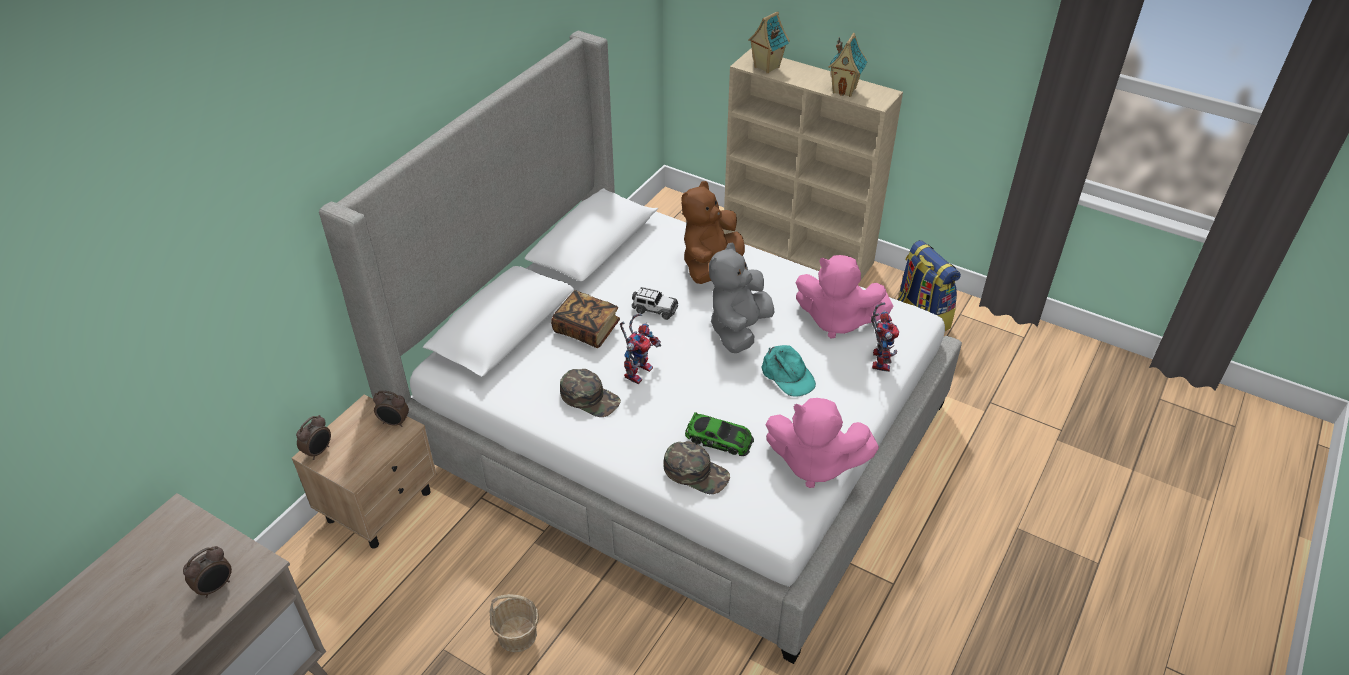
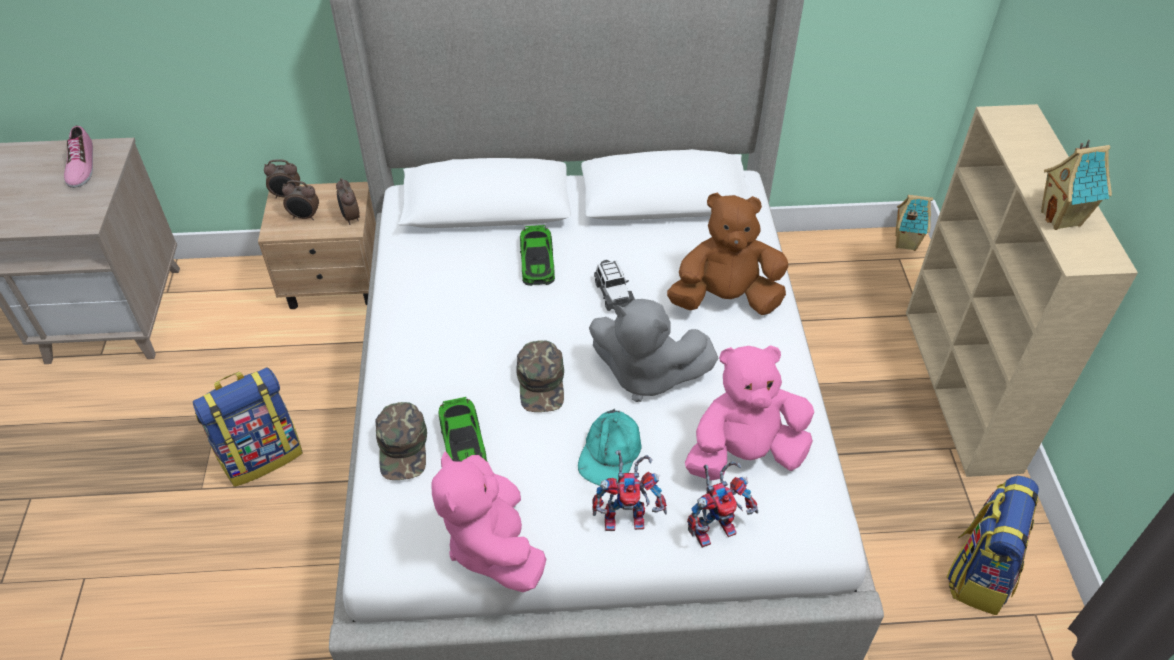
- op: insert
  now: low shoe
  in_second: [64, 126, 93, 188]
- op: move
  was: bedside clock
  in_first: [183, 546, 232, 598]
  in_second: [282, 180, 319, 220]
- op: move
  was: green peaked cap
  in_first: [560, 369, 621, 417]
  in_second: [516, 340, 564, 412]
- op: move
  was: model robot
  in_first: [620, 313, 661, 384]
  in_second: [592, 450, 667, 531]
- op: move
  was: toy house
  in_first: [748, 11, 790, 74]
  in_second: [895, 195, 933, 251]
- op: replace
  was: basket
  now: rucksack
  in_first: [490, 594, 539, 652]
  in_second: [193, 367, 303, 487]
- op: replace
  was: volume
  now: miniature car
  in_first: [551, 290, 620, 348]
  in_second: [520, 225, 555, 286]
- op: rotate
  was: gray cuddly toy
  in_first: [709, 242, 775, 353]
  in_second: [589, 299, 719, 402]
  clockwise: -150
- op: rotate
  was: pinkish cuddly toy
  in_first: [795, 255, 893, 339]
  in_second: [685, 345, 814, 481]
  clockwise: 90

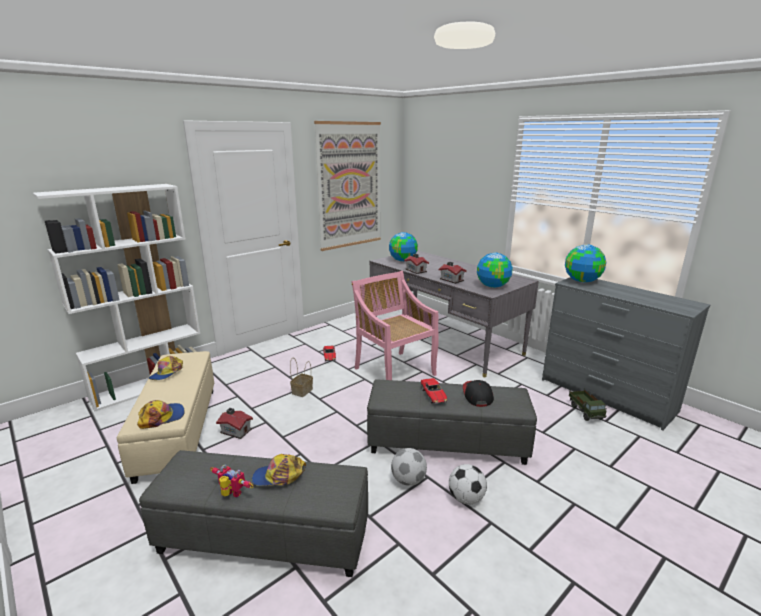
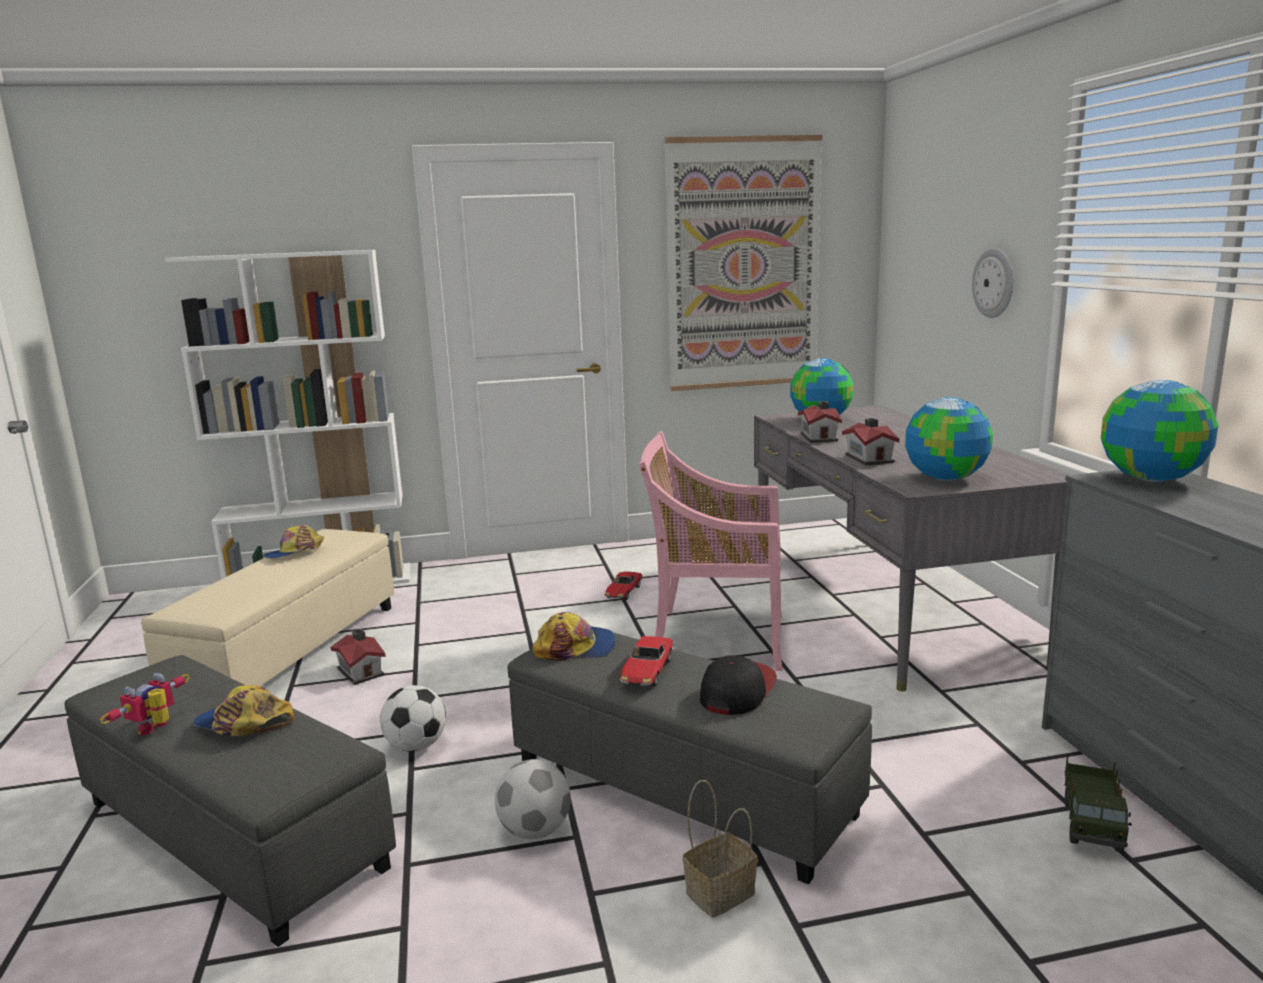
- op: insert
  now: hanging clock
  in_second: [972, 248, 1013, 318]
- op: move
  was: peaked cap
  in_first: [137, 400, 185, 429]
  in_second: [532, 612, 616, 661]
- op: move
  was: basket
  in_first: [290, 358, 313, 397]
  in_second: [683, 780, 758, 918]
- op: move
  was: football
  in_first: [449, 464, 487, 504]
  in_second: [380, 685, 446, 752]
- op: rotate
  was: model robot
  in_first: [210, 464, 253, 497]
  in_second: [100, 673, 190, 735]
  clockwise: -120
- op: rotate
  was: pinkish upright chair
  in_first: [351, 271, 439, 380]
  in_second: [639, 431, 782, 671]
  clockwise: -75

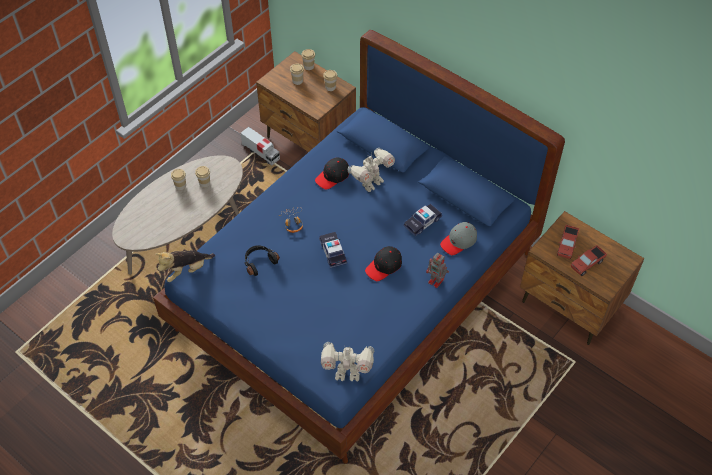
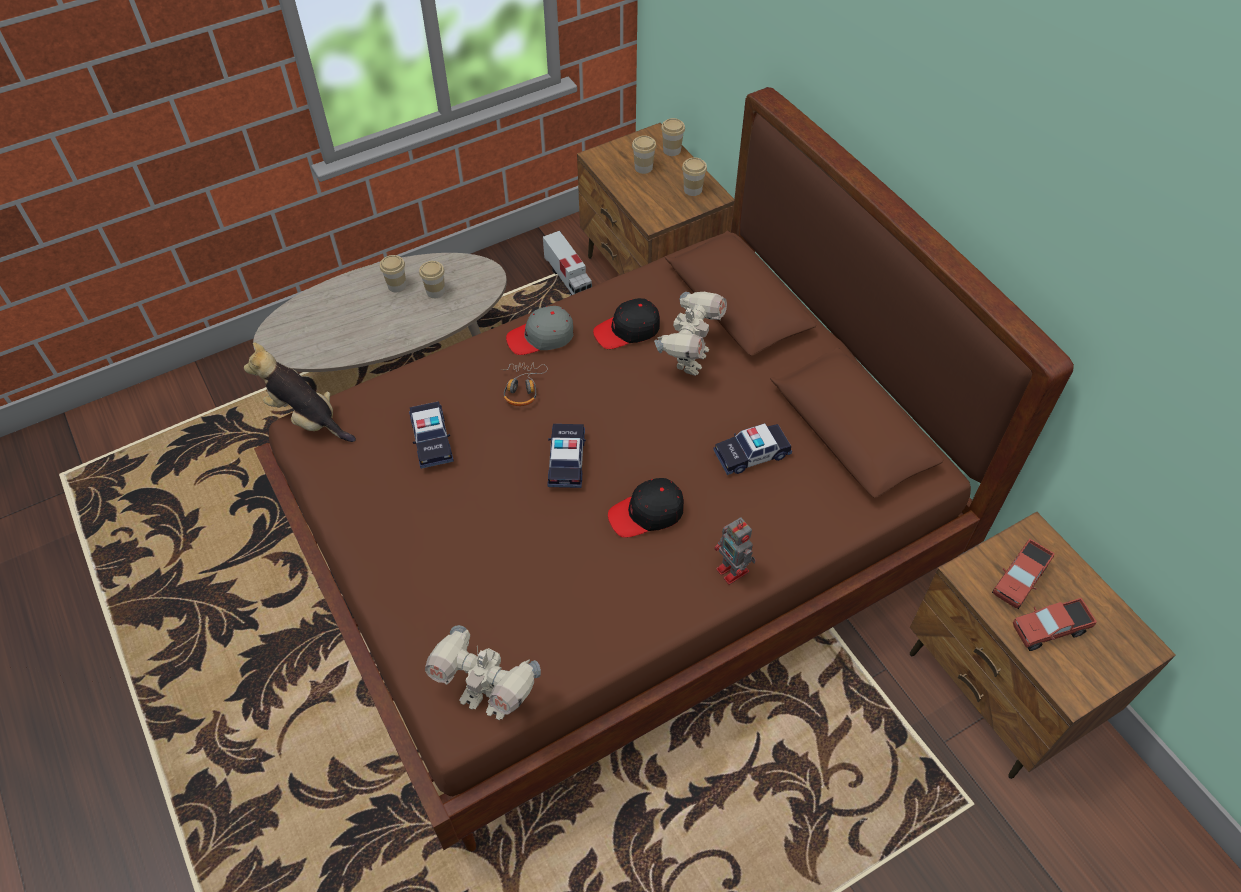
- op: move
  was: gray peaked cap
  in_first: [440, 222, 477, 255]
  in_second: [506, 306, 573, 355]
- op: replace
  was: blackish headphones
  now: miniature car
  in_first: [245, 245, 280, 276]
  in_second: [409, 401, 454, 469]
- op: recolor
  was: blue sleeping bed
  now: brownish sleeping bed
  in_first: [153, 30, 565, 464]
  in_second: [254, 87, 1074, 852]
- op: rotate
  was: cuddly toy
  in_first: [156, 250, 215, 282]
  in_second: [244, 342, 356, 442]
  clockwise: 45
- op: rotate
  was: model robot
  in_first: [348, 148, 395, 192]
  in_second: [654, 292, 727, 376]
  clockwise: -45

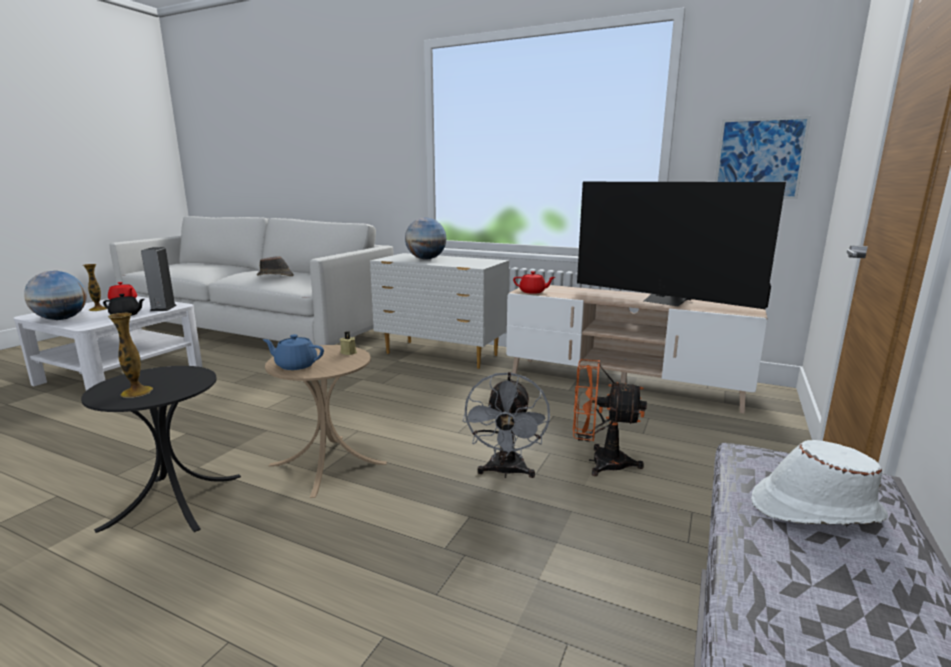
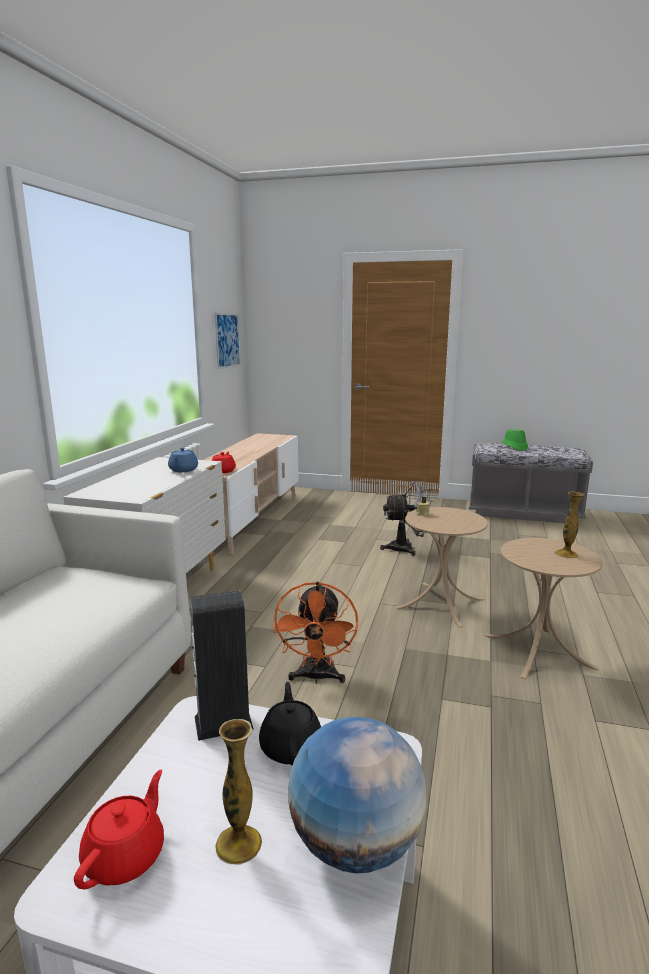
- op: delete
  was: brownish wearable hat
  in_first: [257, 256, 294, 276]
- op: delete
  was: globe
  in_first: [405, 217, 447, 259]
- op: delete
  was: TV set
  in_first: [577, 182, 786, 309]
- op: move
  was: blue tea pot
  in_first: [263, 334, 324, 370]
  in_second: [168, 447, 198, 472]
- op: move
  was: orange-coloured fan
  in_first: [573, 359, 647, 476]
  in_second: [272, 581, 358, 684]
- op: recolor
  was: blackish end table
  now: sand-coloured end table
  in_first: [81, 366, 241, 533]
  in_second: [485, 538, 602, 679]
- op: recolor
  was: whitish wearable hat
  now: green wearable hat
  in_first: [751, 440, 888, 525]
  in_second: [502, 429, 528, 451]

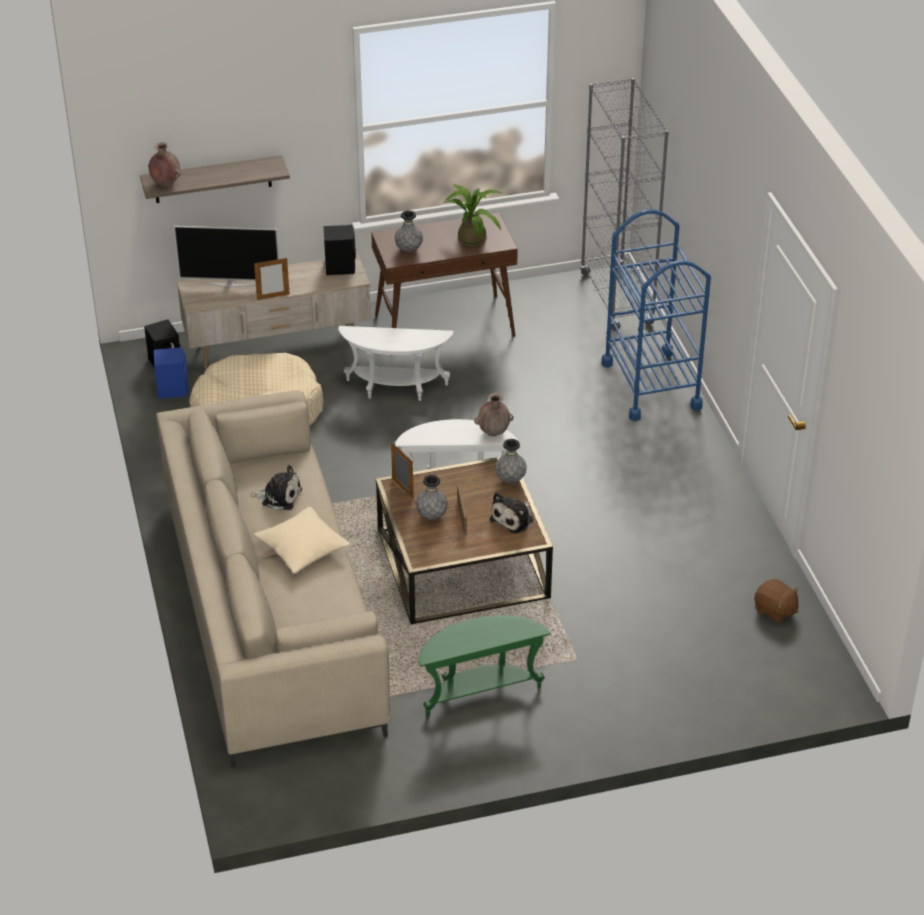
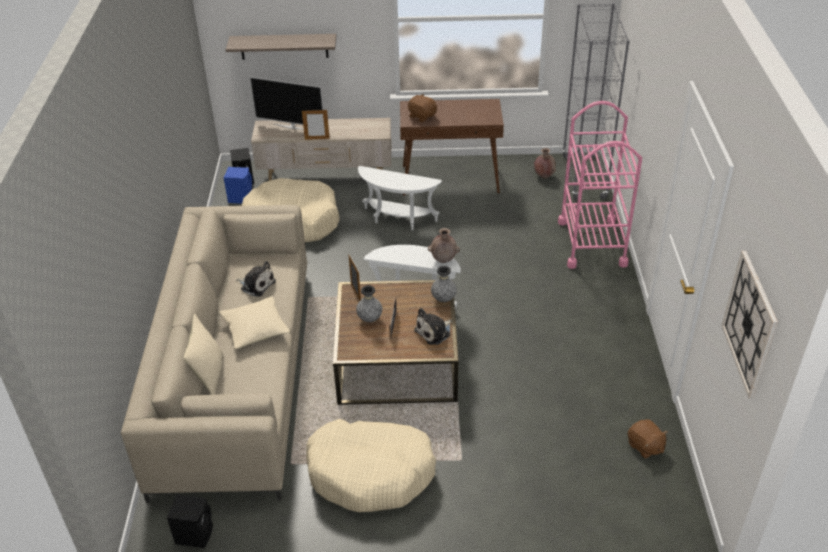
- op: delete
  was: houseplant
  in_first: [443, 184, 502, 247]
- op: insert
  now: sand-coloured cushion
  in_second: [184, 314, 223, 395]
- op: insert
  now: hanging clock
  in_second: [722, 251, 778, 398]
- op: move
  was: brownish flower vase
  in_first: [148, 142, 181, 187]
  in_second: [534, 148, 556, 178]
- op: move
  was: blackish speaker
  in_first: [324, 225, 356, 275]
  in_second: [167, 495, 213, 548]
- op: replace
  was: gray flower vase
  now: brownish cuddly toy
  in_first: [395, 210, 423, 252]
  in_second: [408, 94, 437, 122]
- op: replace
  was: green end table
  now: sand-coloured dog bed
  in_first: [418, 615, 551, 716]
  in_second: [306, 419, 436, 512]
- op: recolor
  was: blue trolley
  now: pinkish trolley
  in_first: [602, 209, 711, 421]
  in_second: [558, 101, 642, 269]

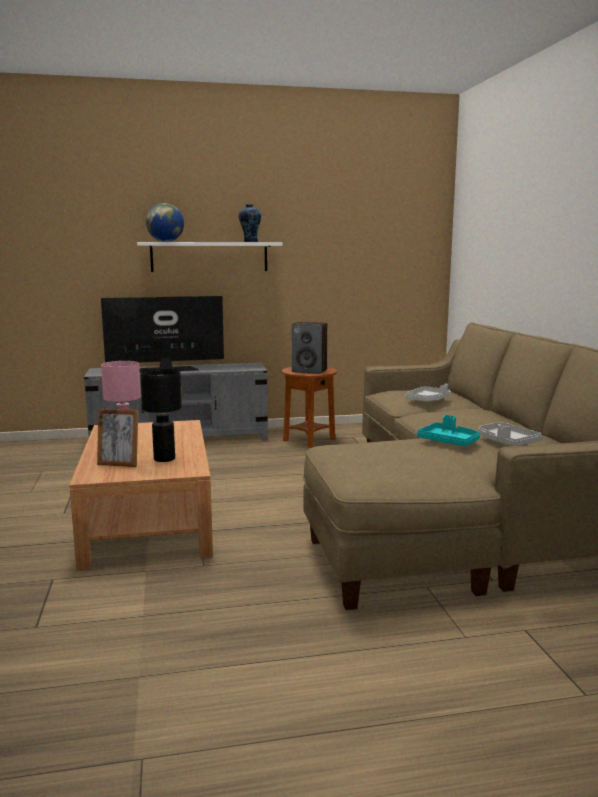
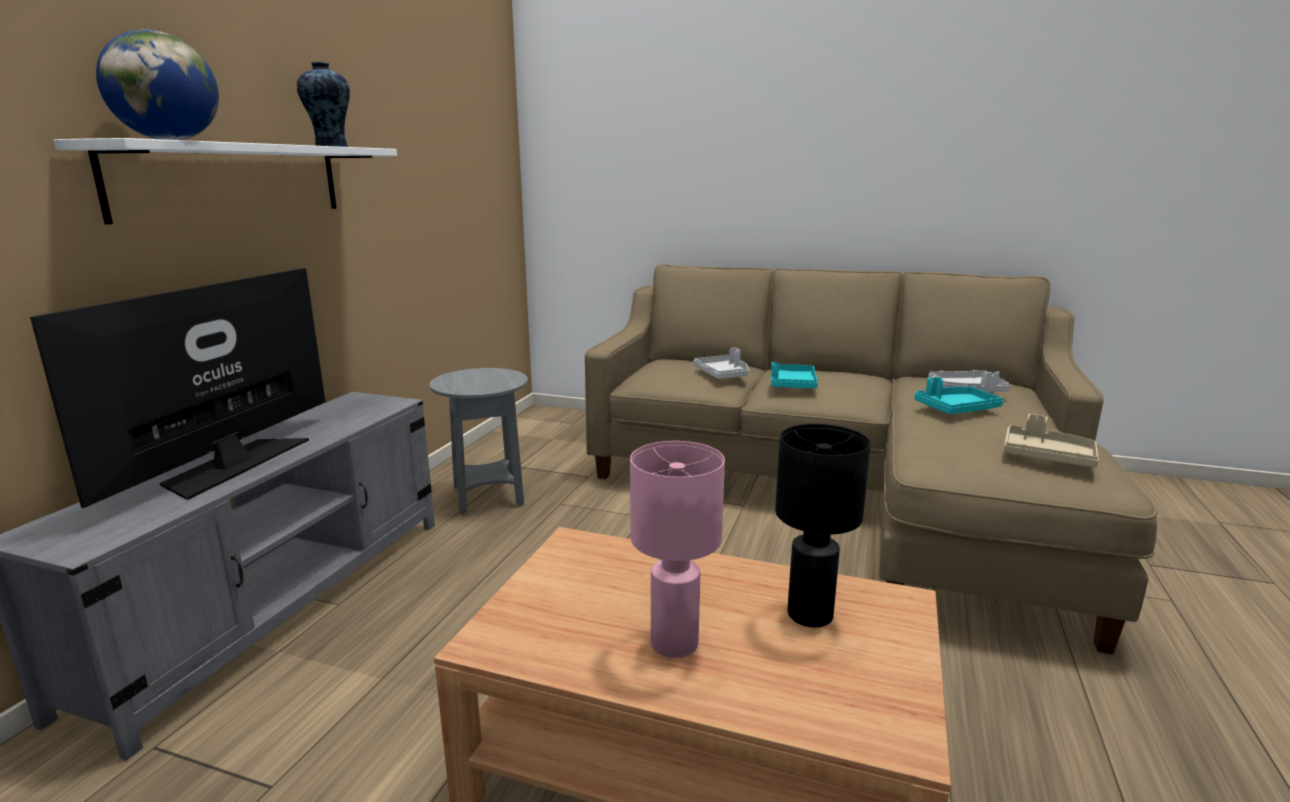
- op: delete
  was: picture frame
  in_first: [97, 408, 138, 467]
- op: delete
  was: speaker
  in_first: [292, 322, 328, 374]
- op: insert
  now: turquoise tray
  in_second: [771, 362, 818, 388]
- op: insert
  now: sand-coloured tray
  in_second: [1004, 414, 1099, 468]
- op: recolor
  was: brownish end table
  now: gray end table
  in_first: [282, 367, 337, 448]
  in_second: [429, 368, 528, 514]

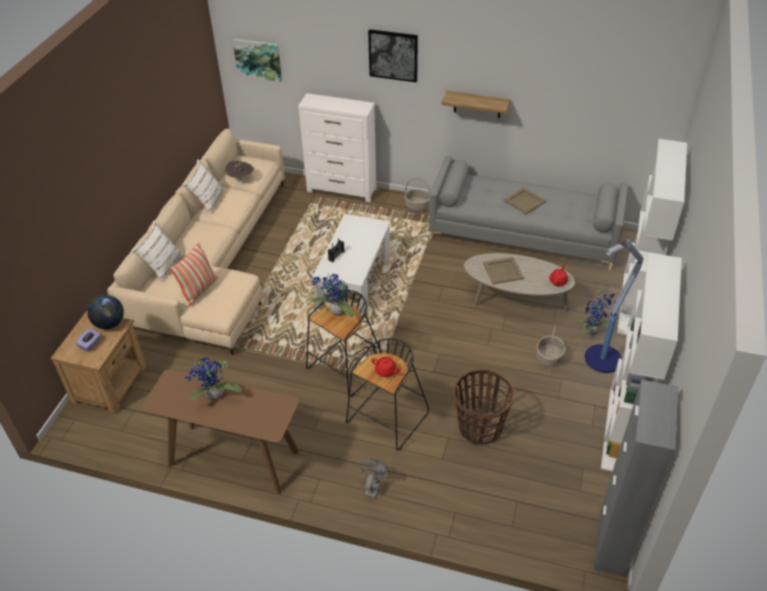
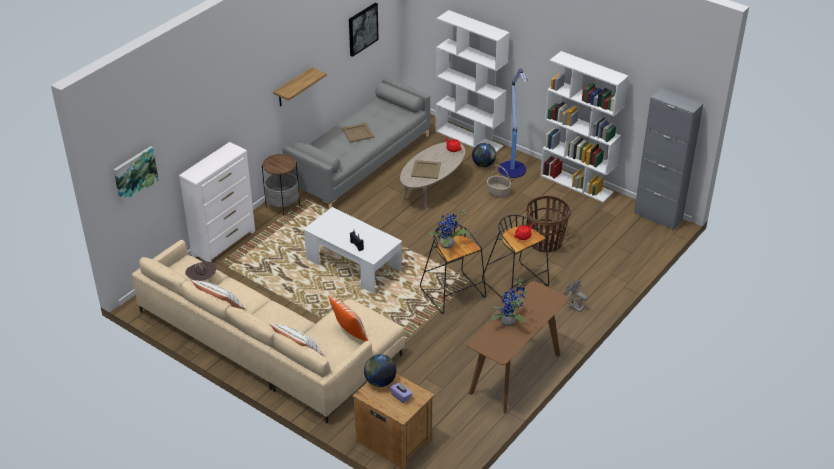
- op: move
  was: wall picture
  in_first: [368, 29, 418, 82]
  in_second: [349, 3, 379, 57]
- op: replace
  was: basket
  now: end table
  in_first: [404, 178, 430, 212]
  in_second: [262, 154, 300, 216]
- op: replace
  was: houseplant
  now: globe
  in_first: [577, 286, 617, 335]
  in_second: [472, 143, 496, 167]

